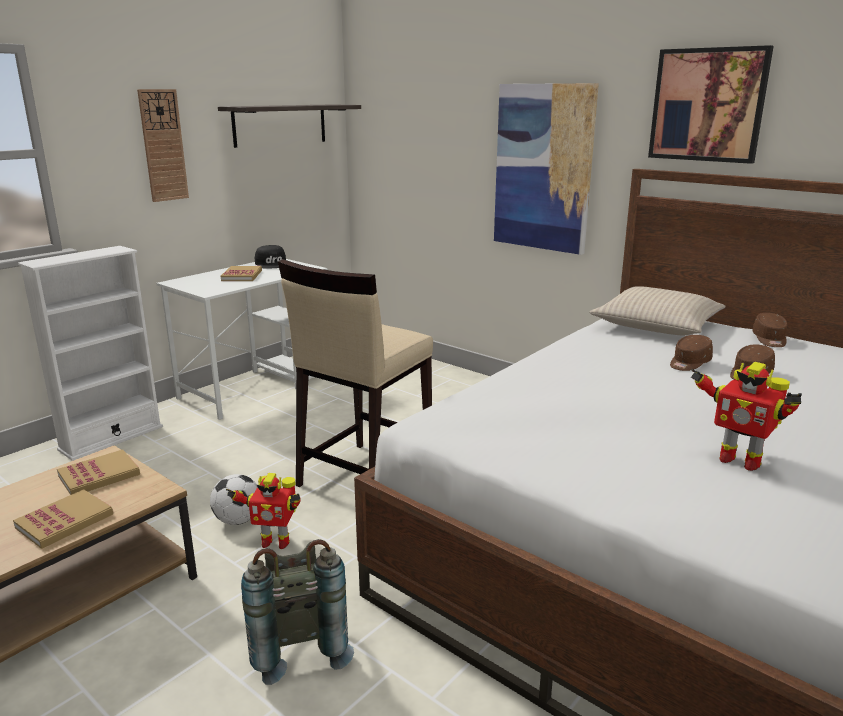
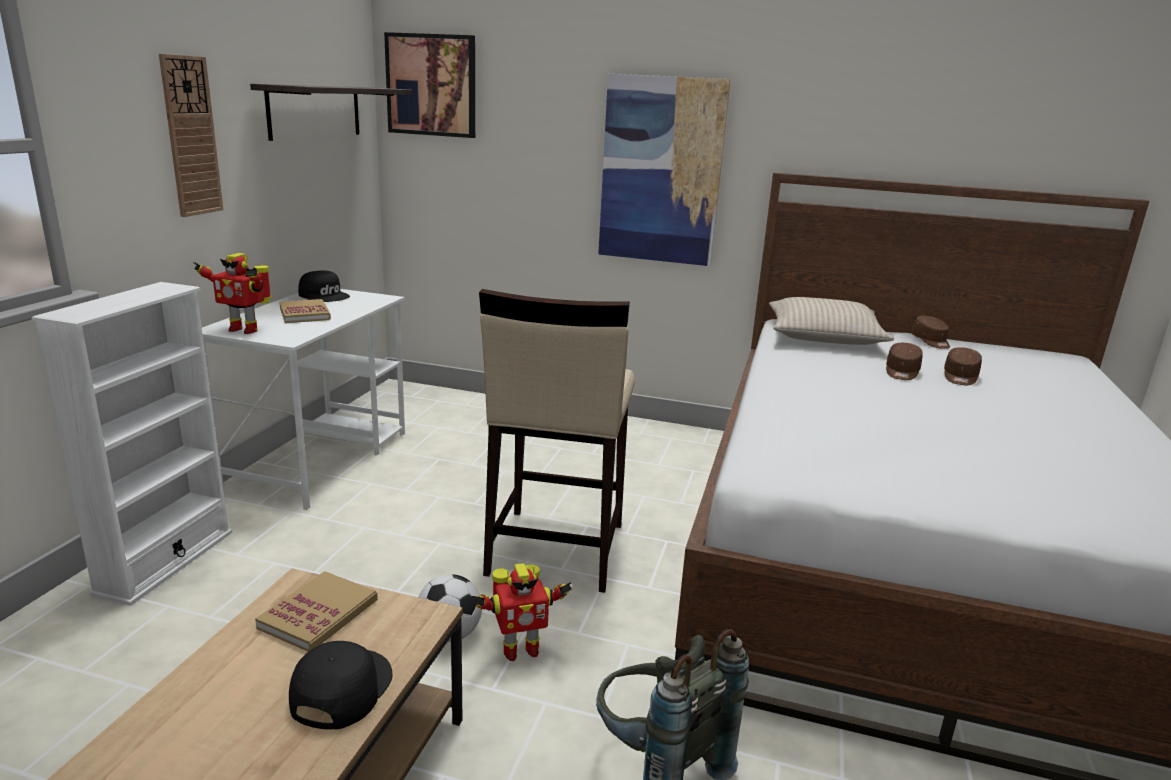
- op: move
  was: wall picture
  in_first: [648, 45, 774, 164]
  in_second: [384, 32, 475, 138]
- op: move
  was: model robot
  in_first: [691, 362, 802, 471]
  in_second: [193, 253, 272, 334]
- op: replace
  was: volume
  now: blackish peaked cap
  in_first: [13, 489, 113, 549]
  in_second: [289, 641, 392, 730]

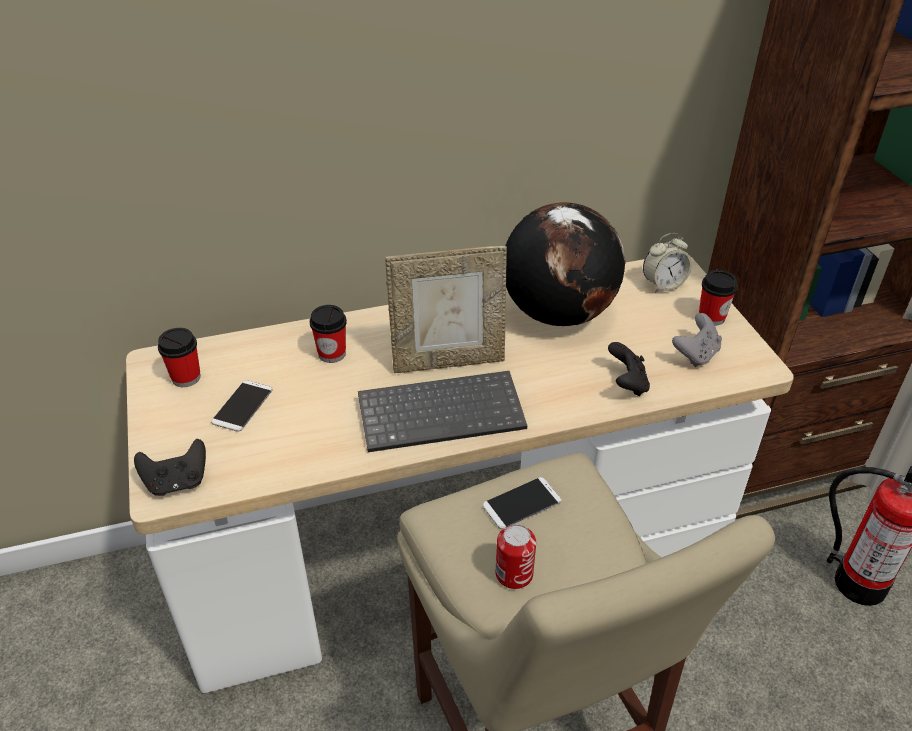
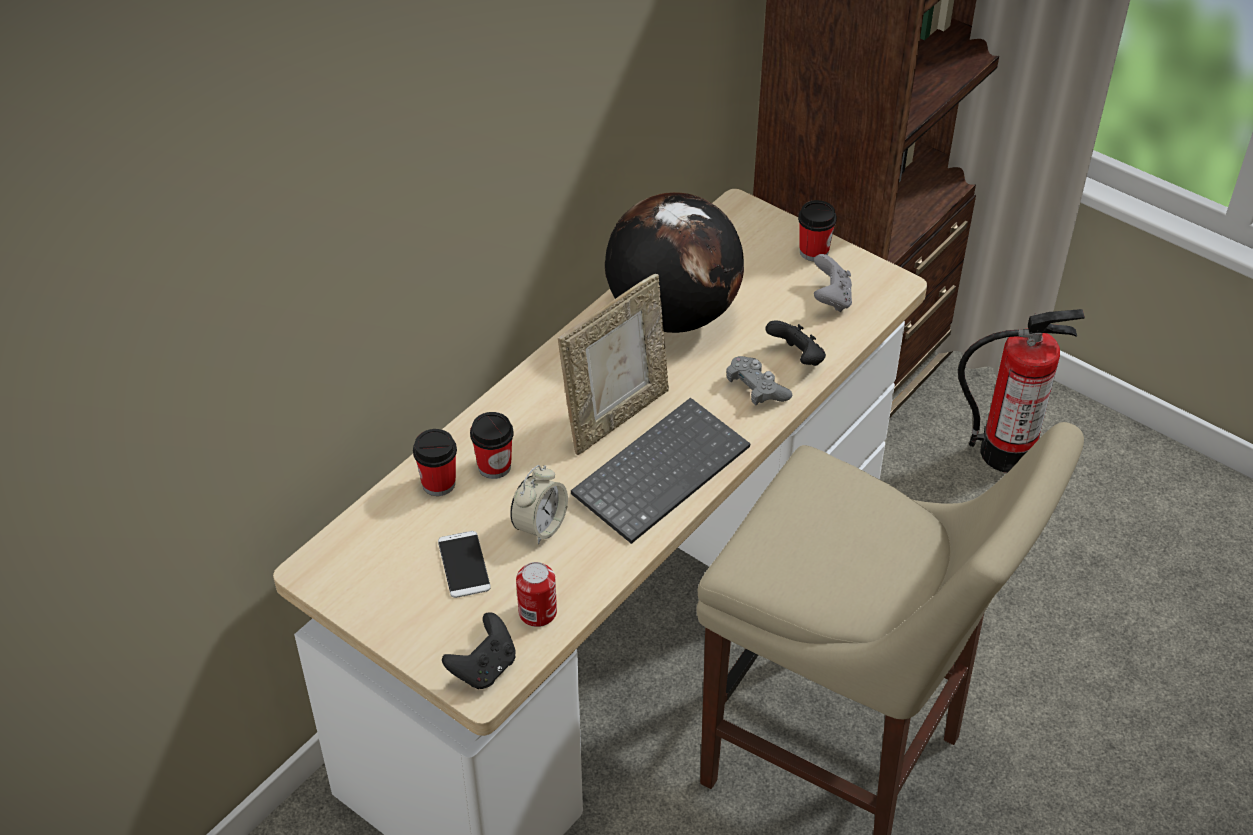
- op: delete
  was: handset
  in_first: [483, 477, 562, 529]
- op: insert
  now: gray gamepad
  in_second: [726, 356, 792, 405]
- op: move
  was: drinking cup
  in_first: [158, 328, 201, 387]
  in_second: [413, 429, 457, 496]
- op: move
  was: metal can
  in_first: [495, 524, 536, 589]
  in_second: [516, 562, 557, 627]
- op: move
  was: bedside clock
  in_first: [643, 233, 692, 293]
  in_second: [510, 465, 568, 544]

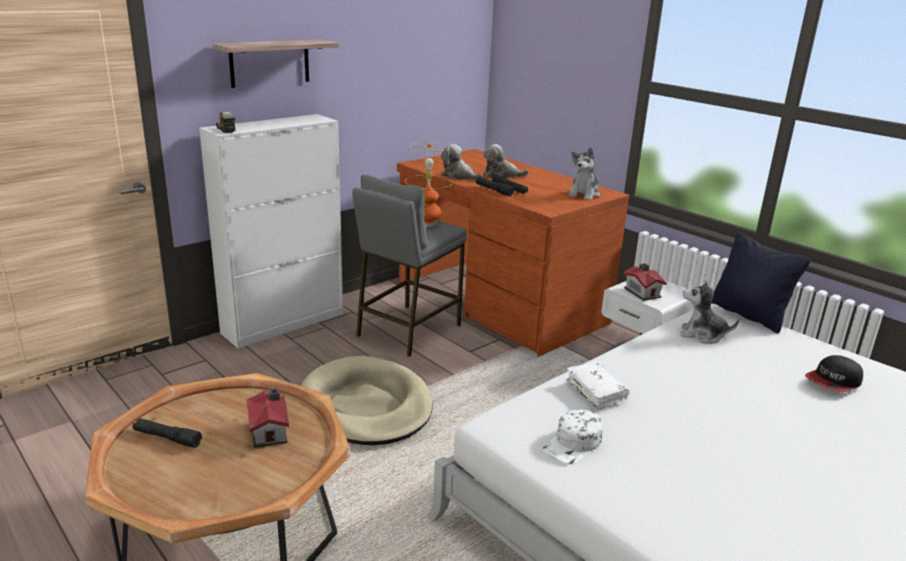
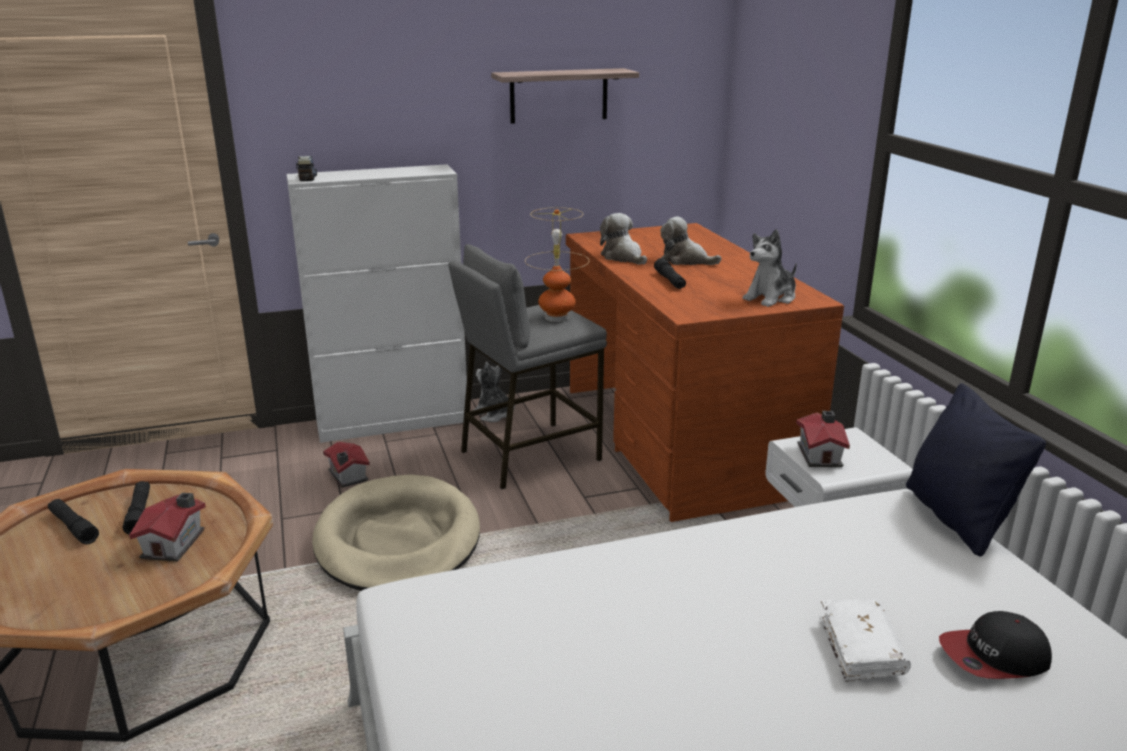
- op: delete
  was: whitish peaked cap
  in_first: [543, 409, 603, 464]
- op: insert
  now: toy house
  in_second: [323, 442, 370, 488]
- op: move
  was: shelf
  in_first: [212, 39, 339, 88]
  in_second: [491, 68, 639, 124]
- op: move
  was: blackish hand torch
  in_first: [476, 177, 514, 197]
  in_second: [123, 481, 150, 535]
- op: move
  was: whitish volume
  in_first: [565, 361, 630, 410]
  in_second: [819, 598, 911, 682]
- op: move
  was: cuddly toy
  in_first: [680, 281, 739, 344]
  in_second: [472, 362, 515, 422]

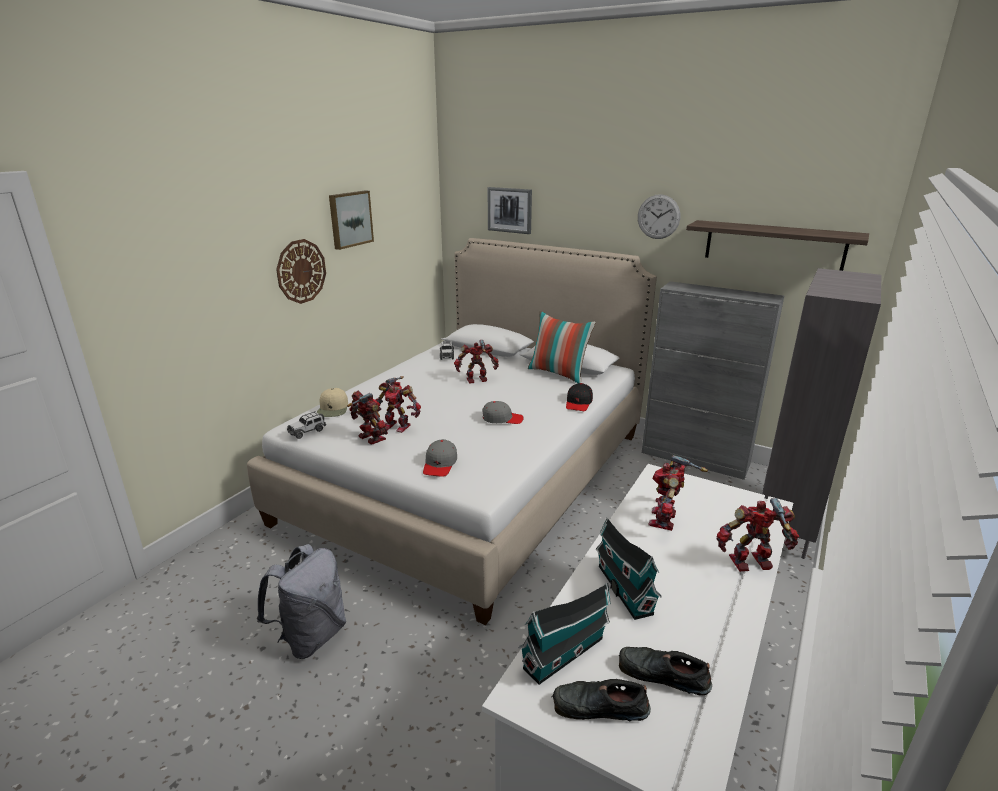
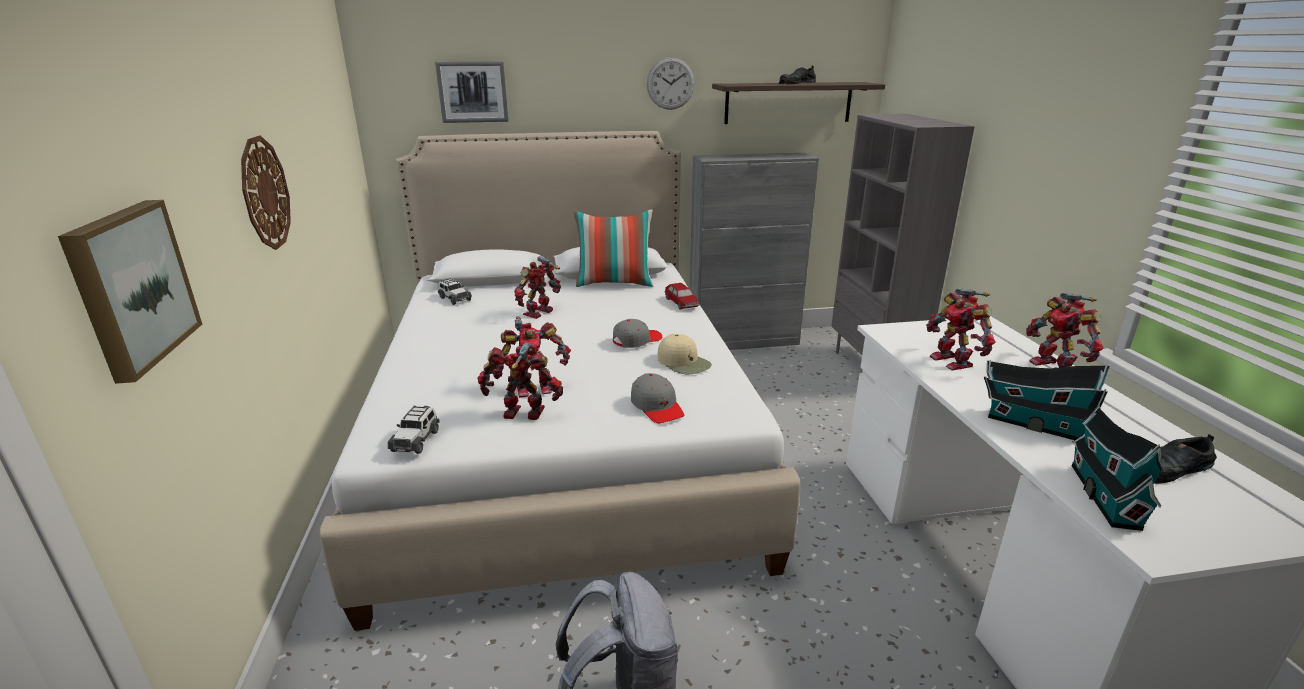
- op: move
  was: sand-coloured peaked cap
  in_first: [317, 388, 348, 417]
  in_second: [658, 334, 712, 374]
- op: move
  was: wall picture
  in_first: [329, 190, 374, 250]
  in_second: [58, 200, 202, 384]
- op: move
  was: blackish low shoe
  in_first: [552, 679, 651, 721]
  in_second: [778, 66, 816, 85]
- op: replace
  was: blackish peaked cap
  now: miniature car
  in_first: [566, 383, 593, 411]
  in_second: [664, 283, 700, 309]
- op: rotate
  was: model robot
  in_first: [717, 498, 799, 572]
  in_second: [1026, 293, 1104, 368]
  clockwise: -60

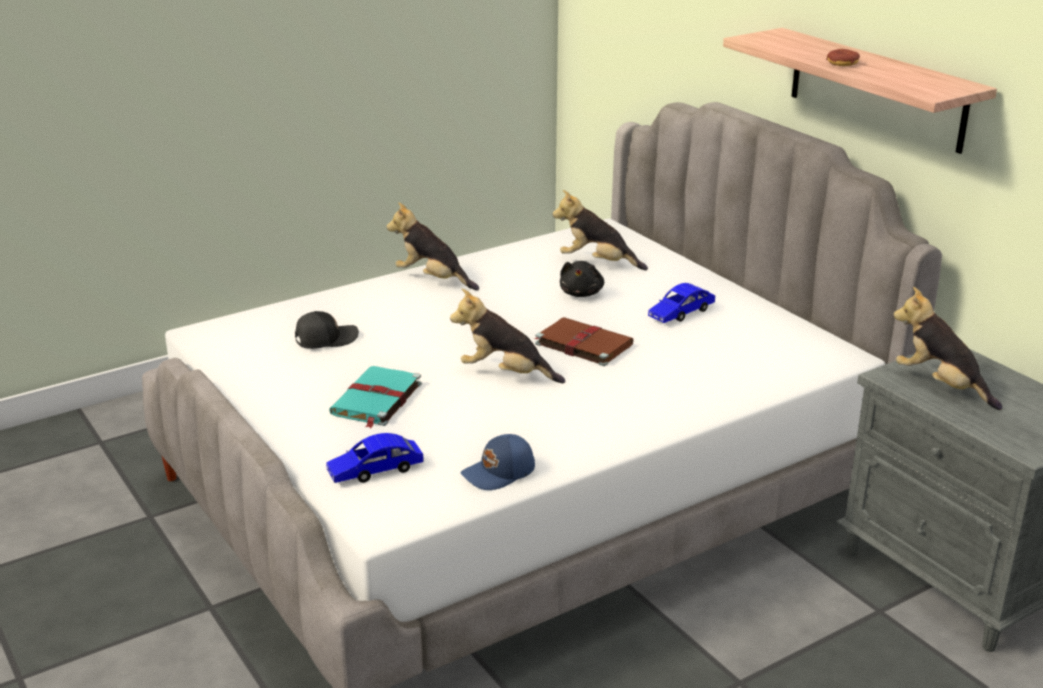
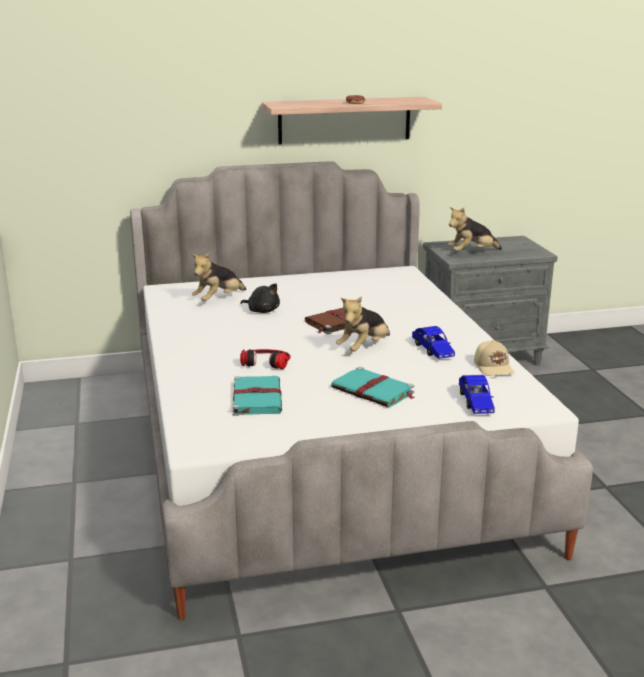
- op: delete
  was: cuddly toy
  in_first: [387, 202, 479, 291]
- op: insert
  now: headphones
  in_second: [240, 349, 290, 369]
- op: move
  was: blue miniature car
  in_first: [648, 283, 715, 323]
  in_second: [412, 326, 455, 359]
- op: replace
  was: blackish peaked cap
  now: turquoise volume
  in_first: [295, 311, 359, 349]
  in_second: [233, 376, 282, 416]
- op: recolor
  was: blue peaked cap
  now: sand-coloured peaked cap
  in_first: [460, 434, 535, 490]
  in_second: [474, 340, 515, 376]

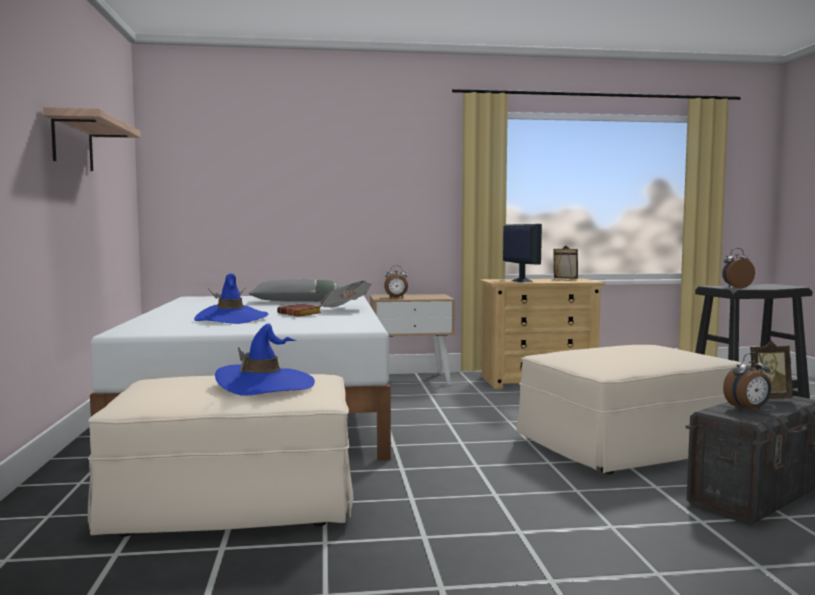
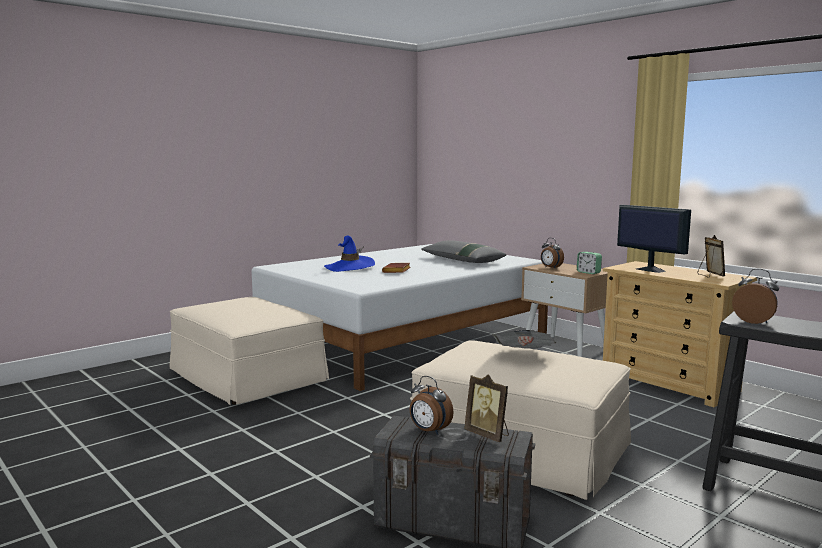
- op: delete
  was: shelf
  in_first: [43, 107, 141, 171]
- op: delete
  was: blue wearable hat
  in_first: [215, 324, 315, 396]
- op: insert
  now: bedside clock
  in_second: [577, 252, 602, 274]
- op: move
  was: newspaper
  in_first: [319, 281, 372, 308]
  in_second: [492, 330, 556, 349]
- op: rotate
  was: computer screen
  in_first: [503, 224, 542, 282]
  in_second: [617, 205, 691, 273]
  clockwise: -75

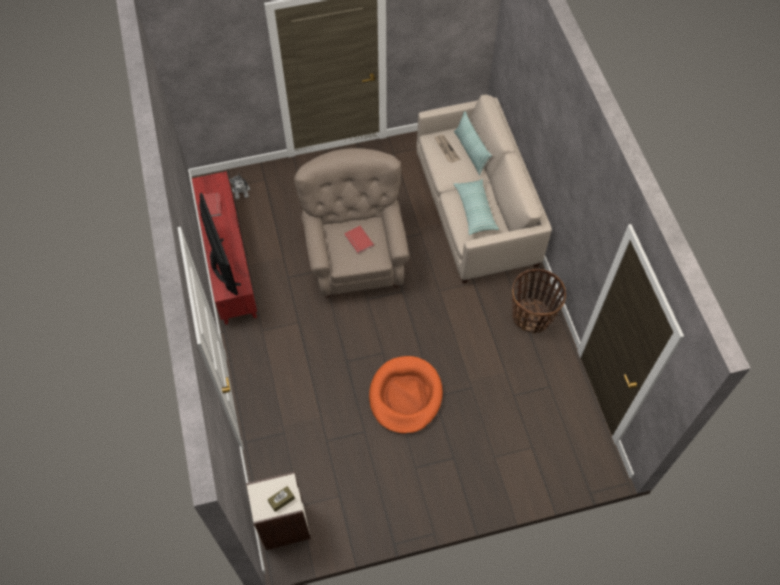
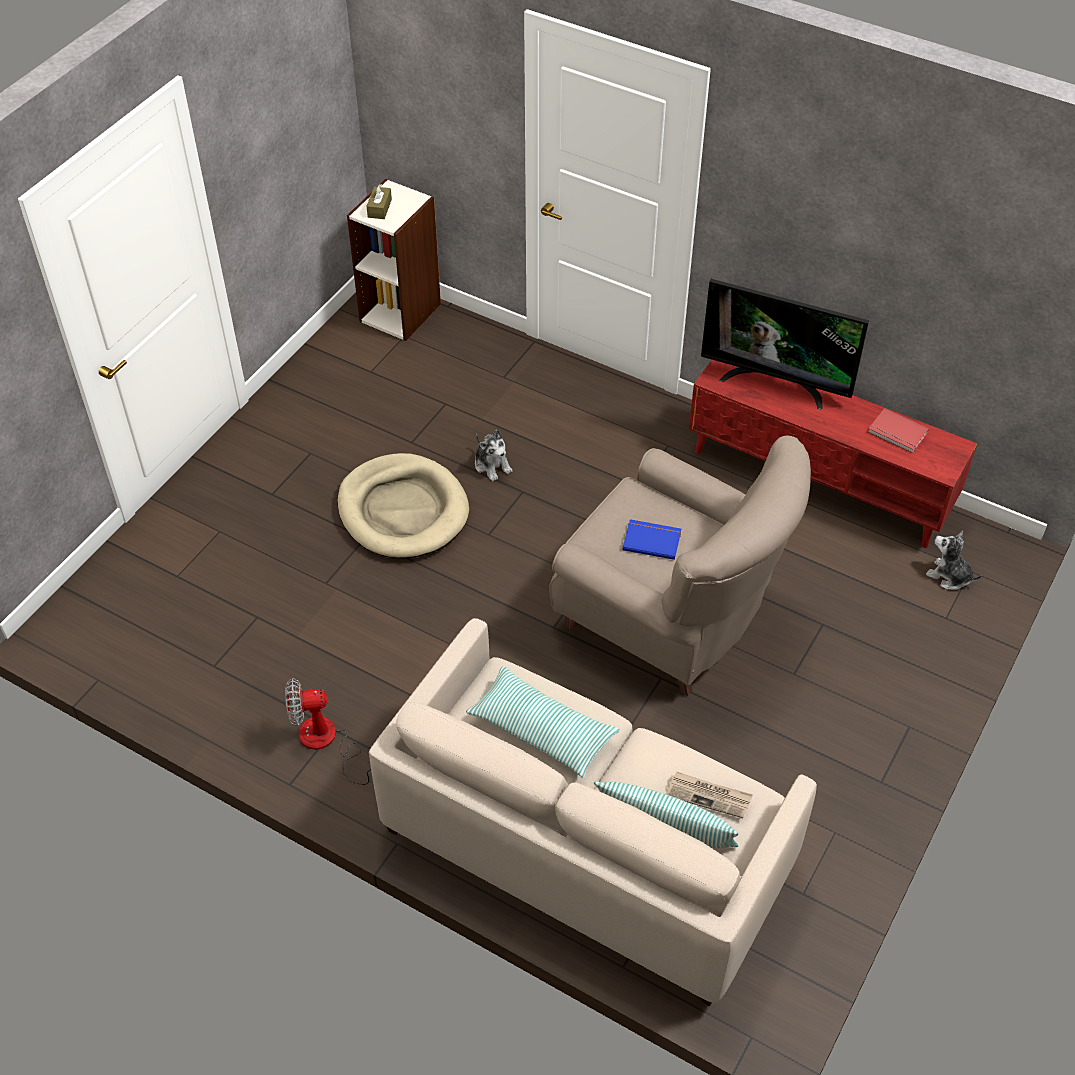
- op: insert
  now: cuddly toy
  in_second: [475, 430, 512, 481]
- op: replace
  was: basket
  now: fan
  in_first: [512, 269, 566, 333]
  in_second: [285, 678, 371, 785]
- op: recolor
  was: reddish volume
  now: blue volume
  in_first: [344, 226, 374, 254]
  in_second: [623, 519, 681, 560]
- op: recolor
  was: orange-coloured dog bed
  now: sand-coloured dog bed
  in_first: [369, 356, 443, 434]
  in_second: [337, 453, 469, 558]

